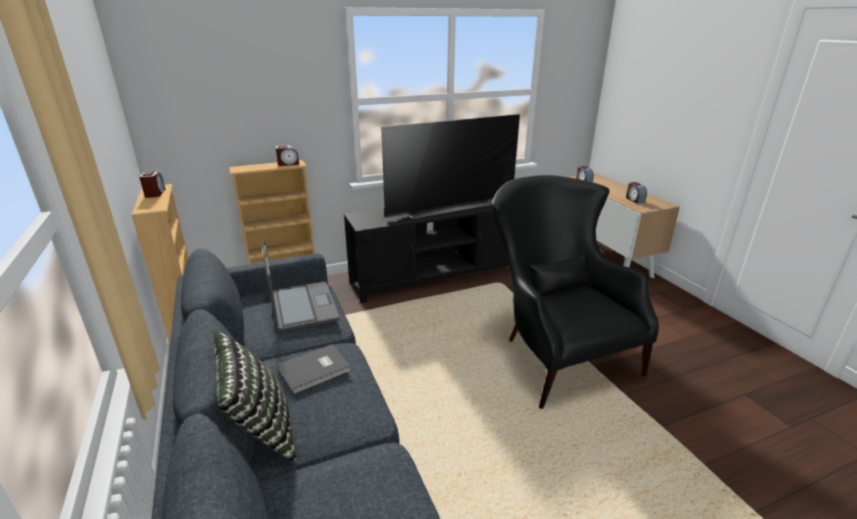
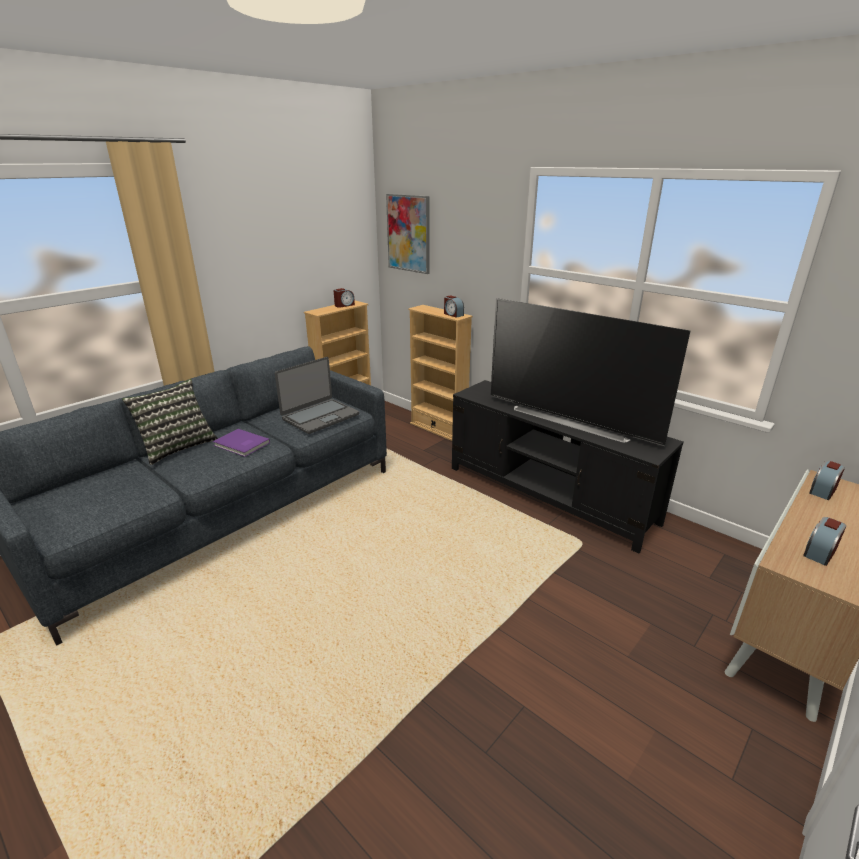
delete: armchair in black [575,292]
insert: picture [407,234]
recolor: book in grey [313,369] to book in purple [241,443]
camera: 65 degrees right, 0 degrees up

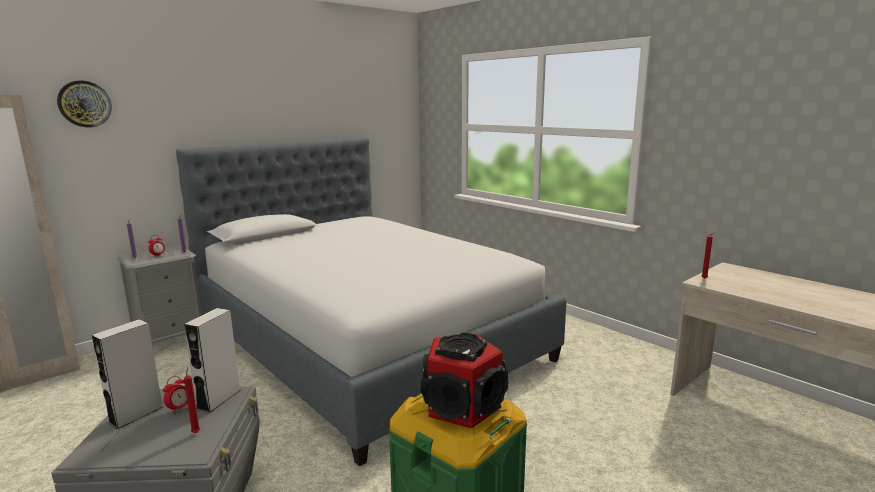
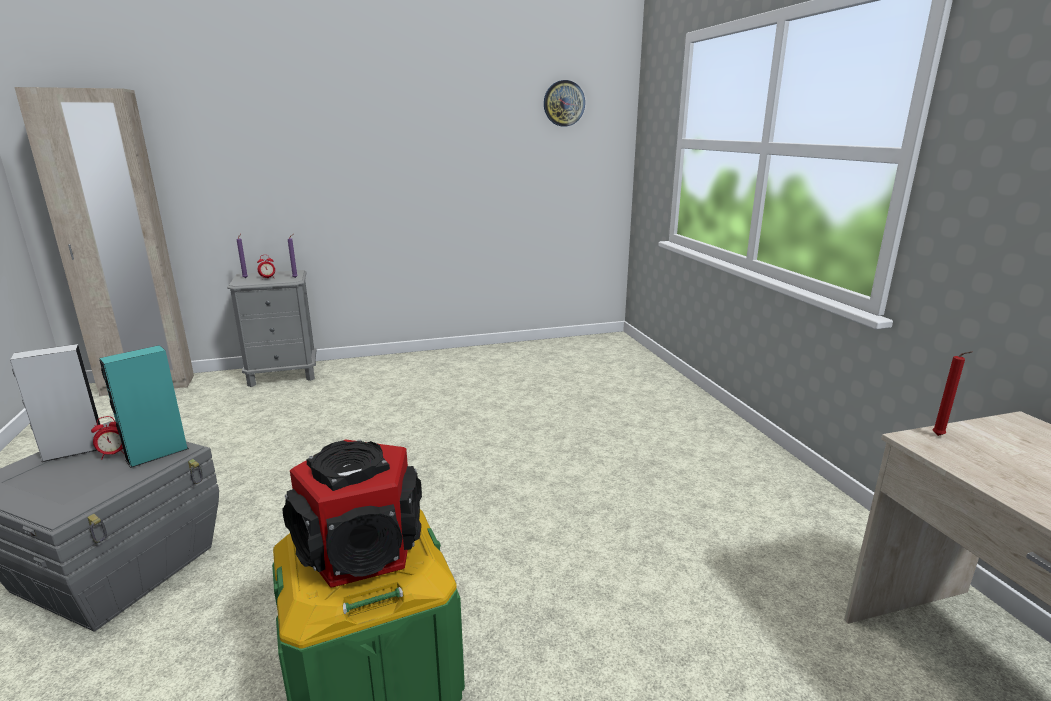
delete: bed [371,301]; candle in red [192,400]
move: wall clock [84,104] to [564,103]
recolor: speaker in grey [212,360] to speaker in turquoise [144,406]
camera: 25 degrees right, 5 degrees up

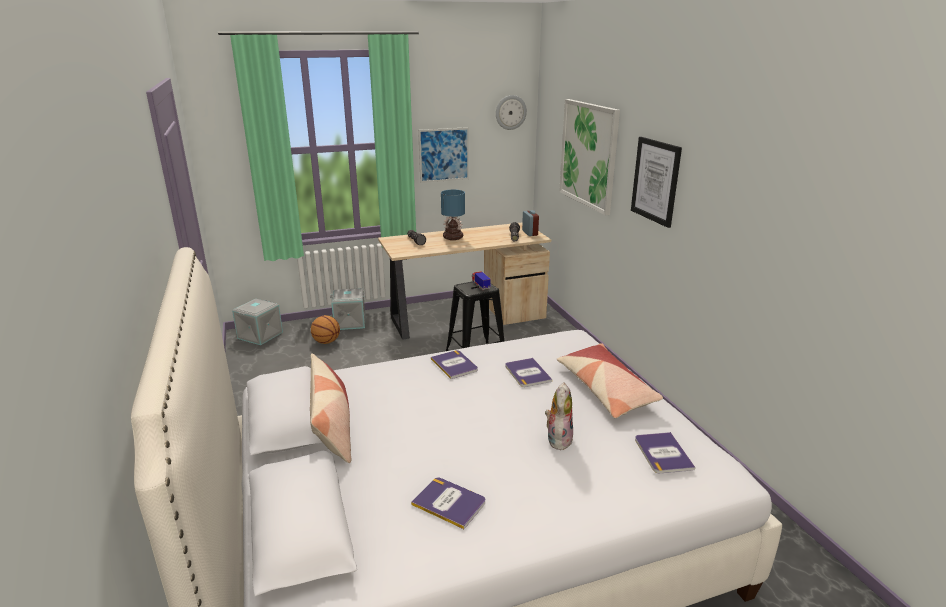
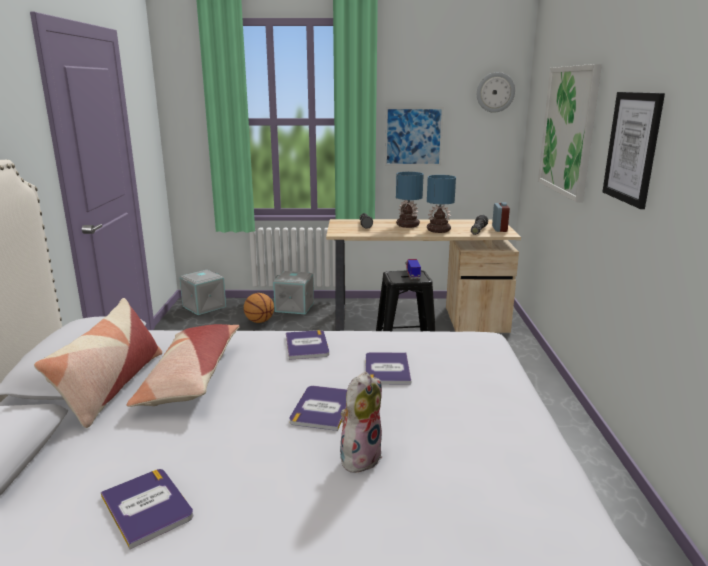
insert: table lamp [441,204]
move: pillow [610,380] to [183,365]; book [665,452] to [318,408]
camera: 20 degrees right, 5 degrees down

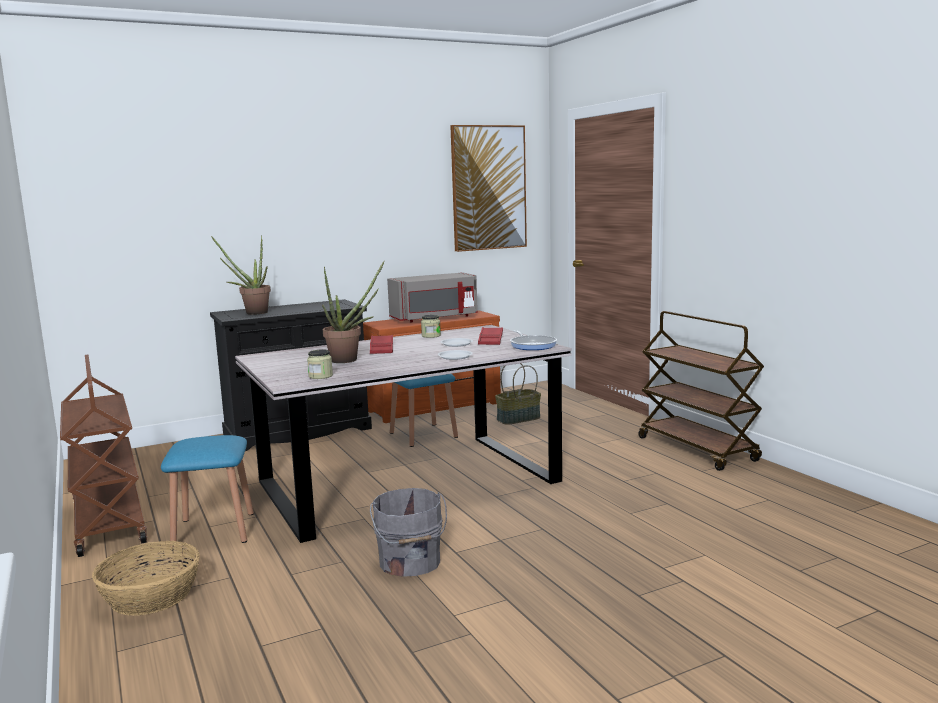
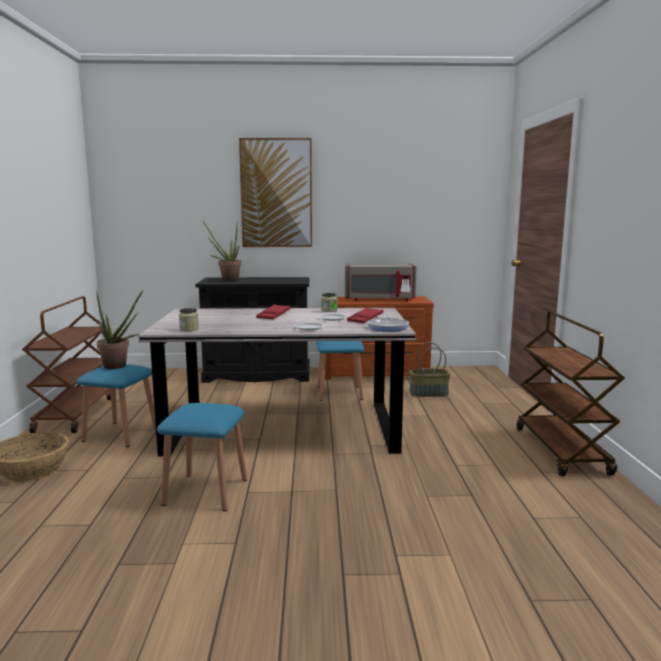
move: potted plant [353,312] to [119,329]; picture [488,188] to [275,192]
replace: bucket in grey [408,532] to stool in blue [202,457]
camera: 25 degrees right, 0 degrees up

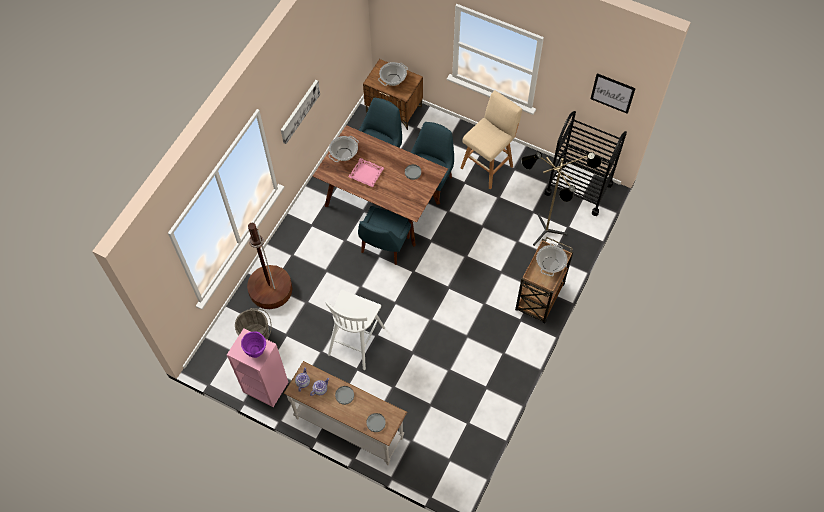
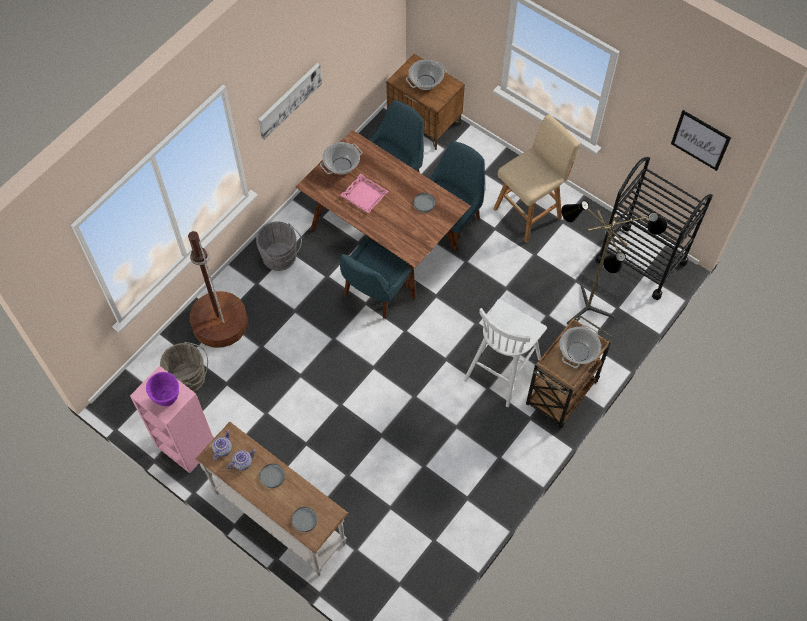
insert: bucket in grey [279,246]
move: stool in white [355,330] to [505,353]
camera: 10 degrees right, 0 degrees up

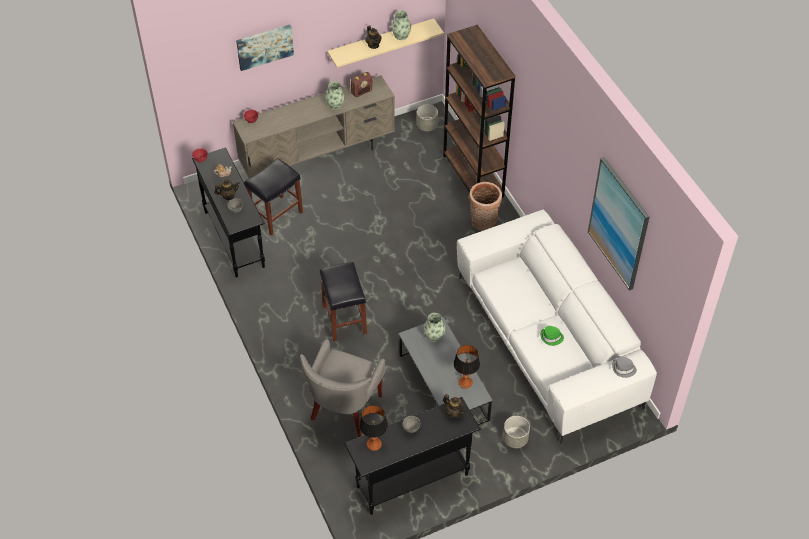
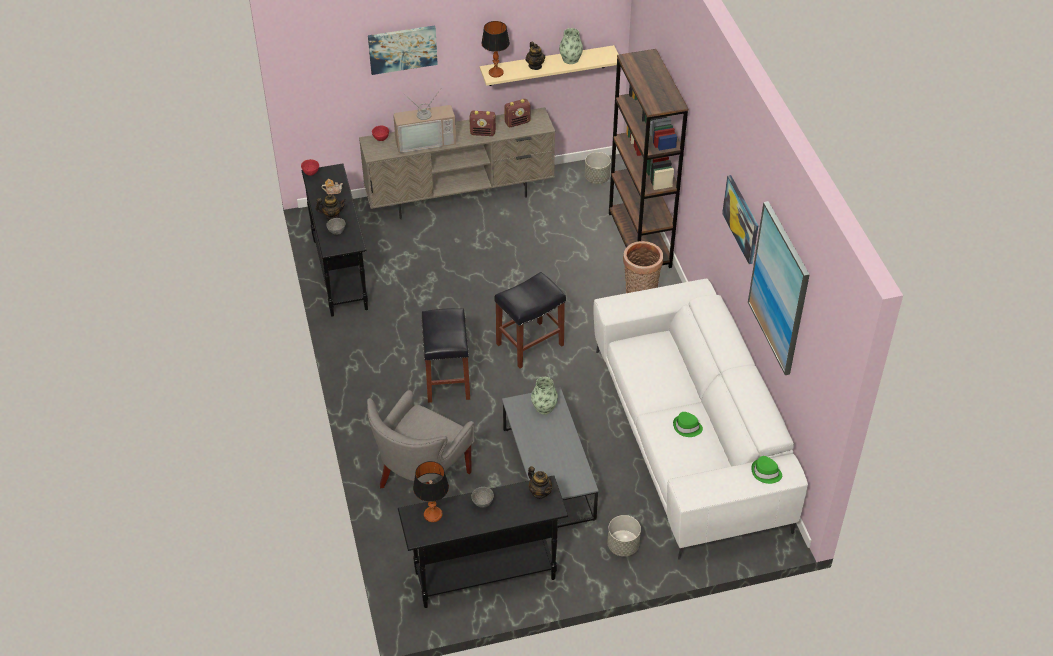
insert: television [424,121]; picture [740,219]
move: stool in black [273,197] to [530,320]; table lamp [466,367] to [495,49]
replace: vase [335,95] to radio [482,123]
recolor: hat in grey [624,367] to hat in green [766,470]
camera: 10 degrees right, 5 degrees down

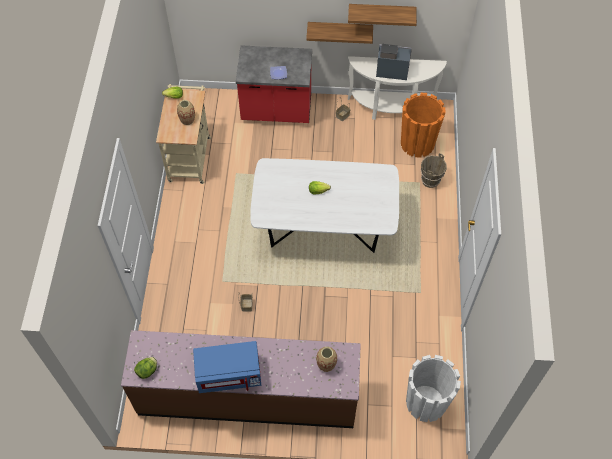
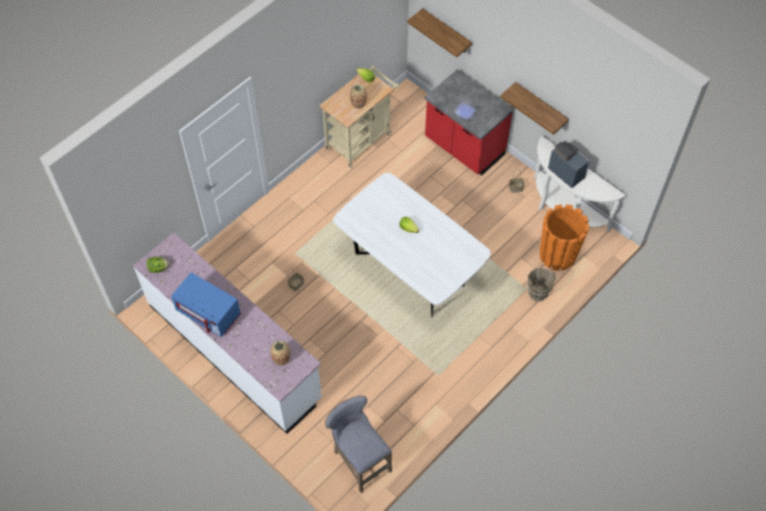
move: shelf [382,15] to [439,32]
replace: planter in white [433,388] to stool in grey [358,444]
recolor: counter in brown [241,379] to counter in white [227,333]
camera: 40 degrees right, 0 degrees up

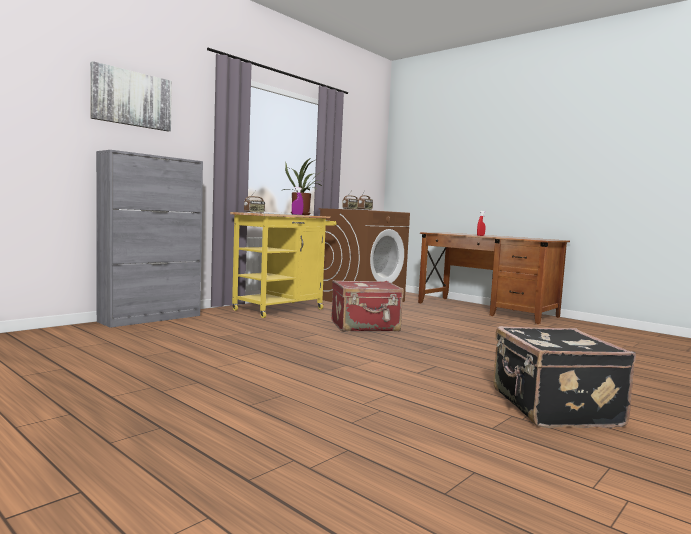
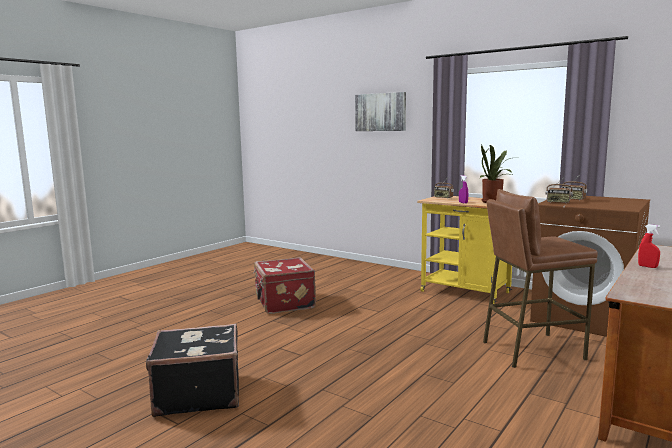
delete: cabinet in grey [149,239]
insert: stool in brown [540,278]
move: suitcase in red [368,306] to [285,285]
camera: 85 degrees right, 5 degrees up

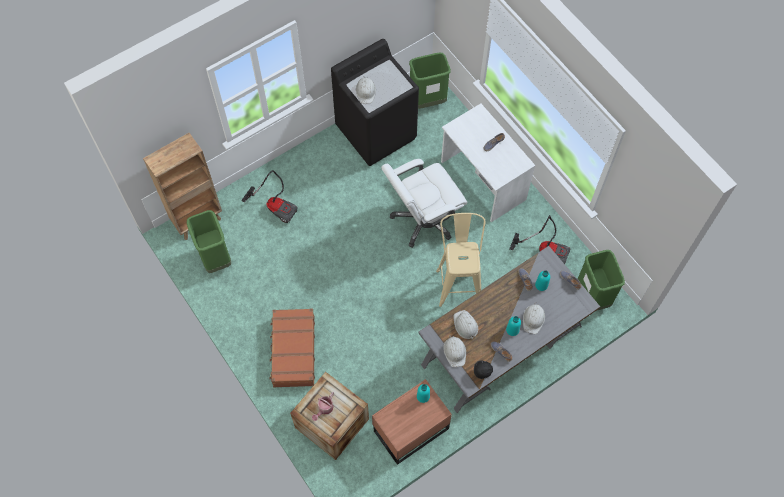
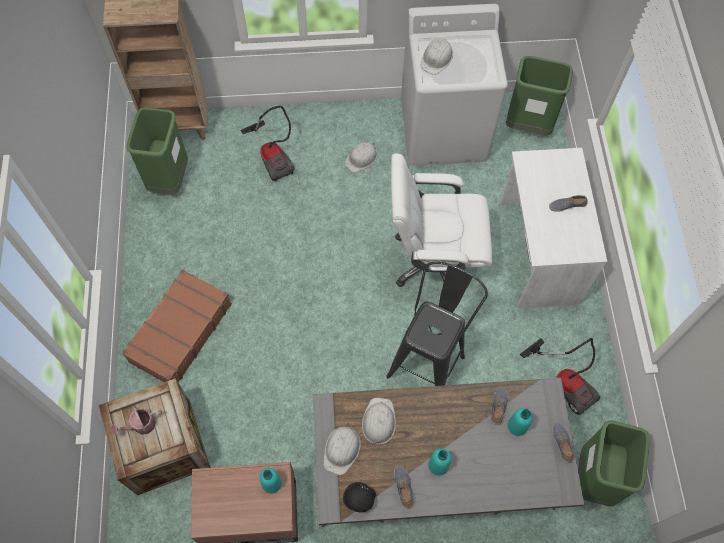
move: hard hat in white [534,318] to [360,157]
recolor: washing machine in black [375,102] to washing machine in white [454,85]; stool in beige [461,260] to stool in black [437,324]
camera: 30 degrees right, 0 degrees up

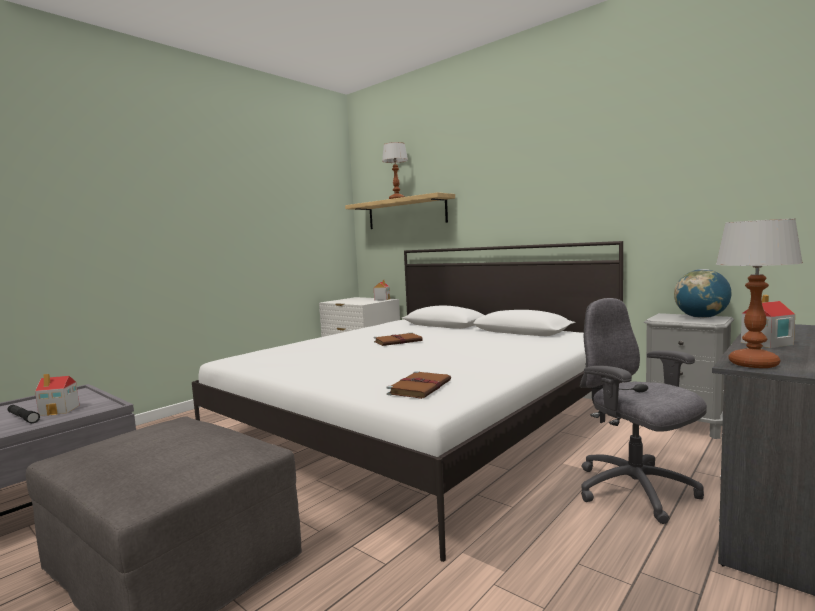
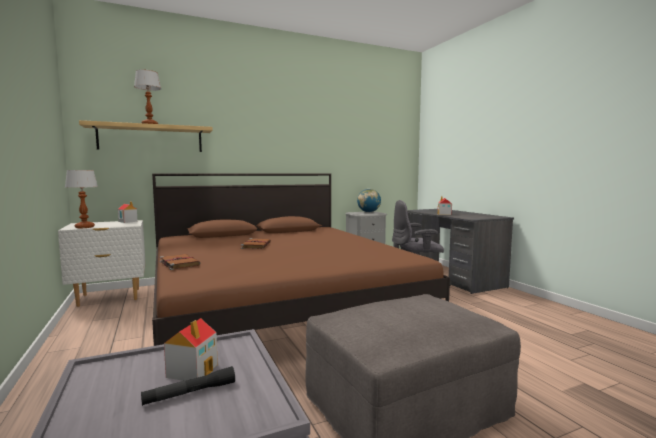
move: book in brown [419,385] to [180,262]; table lamp [759,293] to [81,199]
recolor: bed in white [407,401] to bed in brown [301,259]
camera: 65 degrees left, 0 degrees up

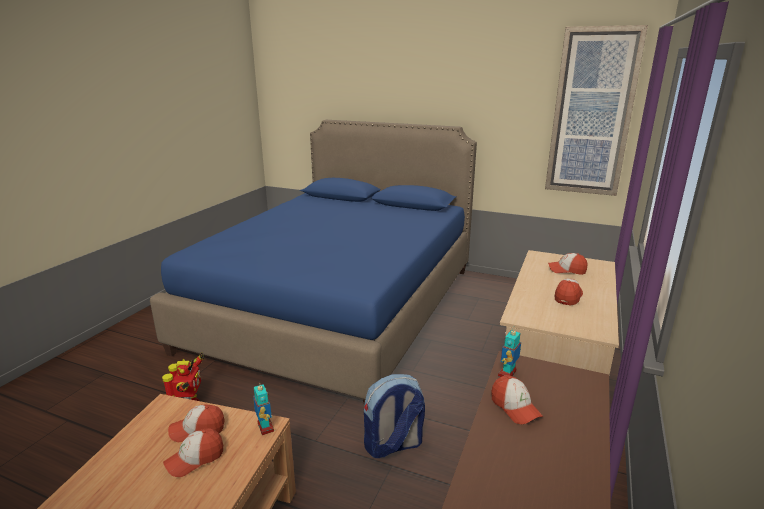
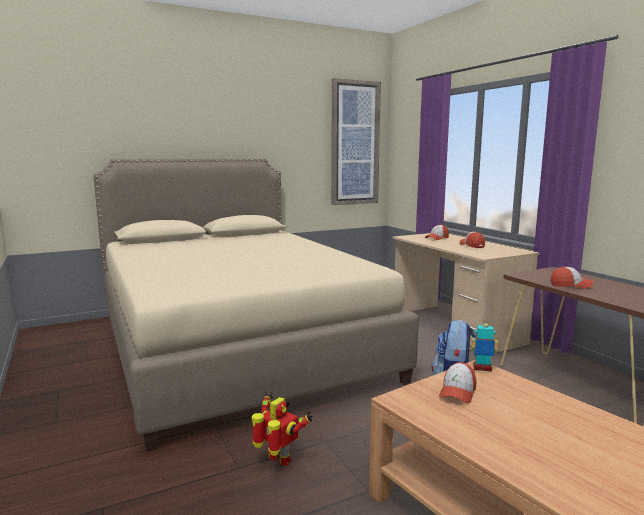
delete: cap [193,452]; toy robot [509,351]
recolor: bed in blue [313,262] to bed in beige [256,305]
camera: 50 degrees left, 10 degrees down

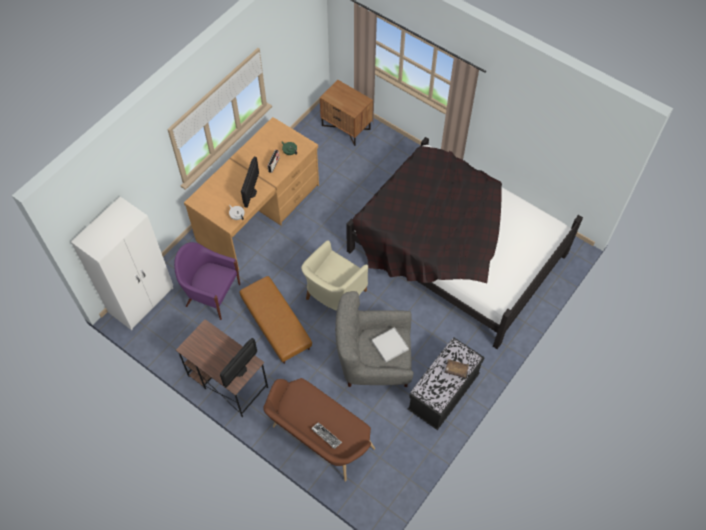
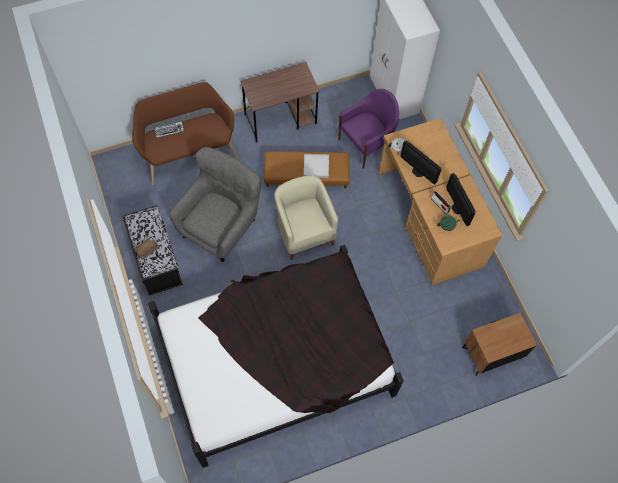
move: monitor [238,363] to [461,199]; tray in white [390,344] to [316,166]
camera: 120 degrees right, 5 degrees up

